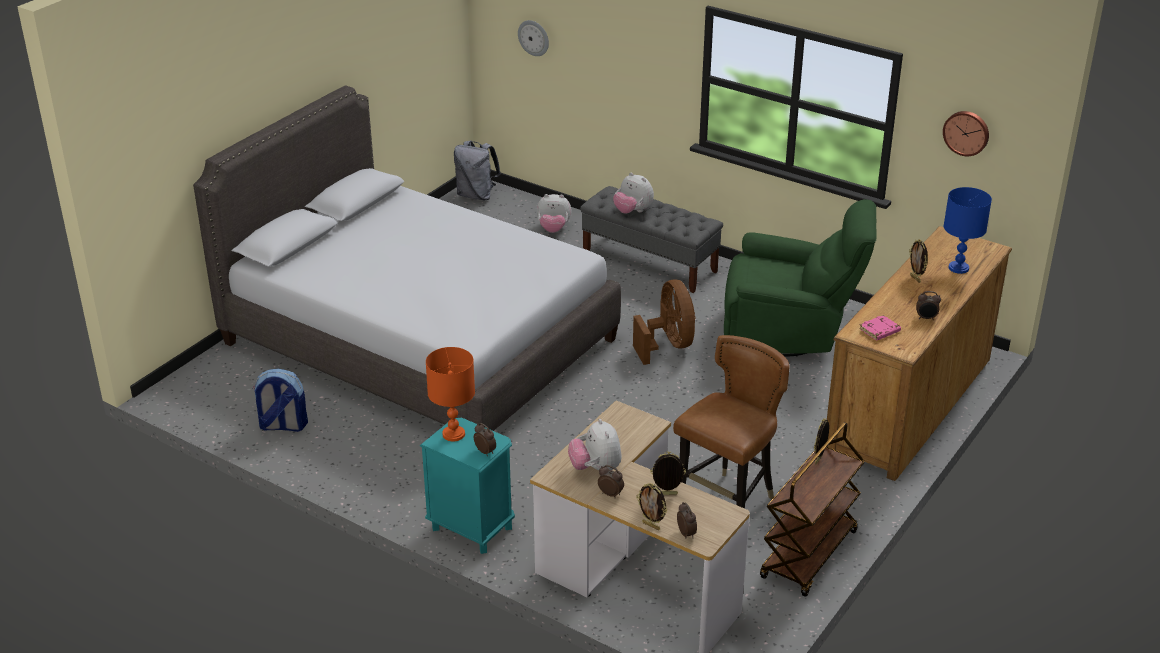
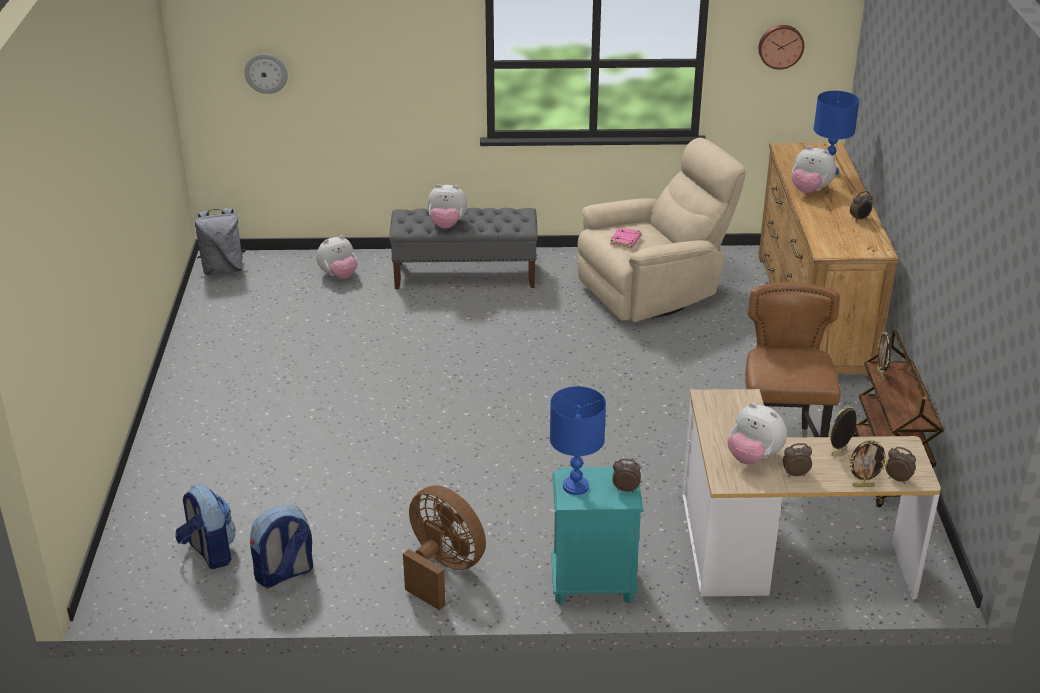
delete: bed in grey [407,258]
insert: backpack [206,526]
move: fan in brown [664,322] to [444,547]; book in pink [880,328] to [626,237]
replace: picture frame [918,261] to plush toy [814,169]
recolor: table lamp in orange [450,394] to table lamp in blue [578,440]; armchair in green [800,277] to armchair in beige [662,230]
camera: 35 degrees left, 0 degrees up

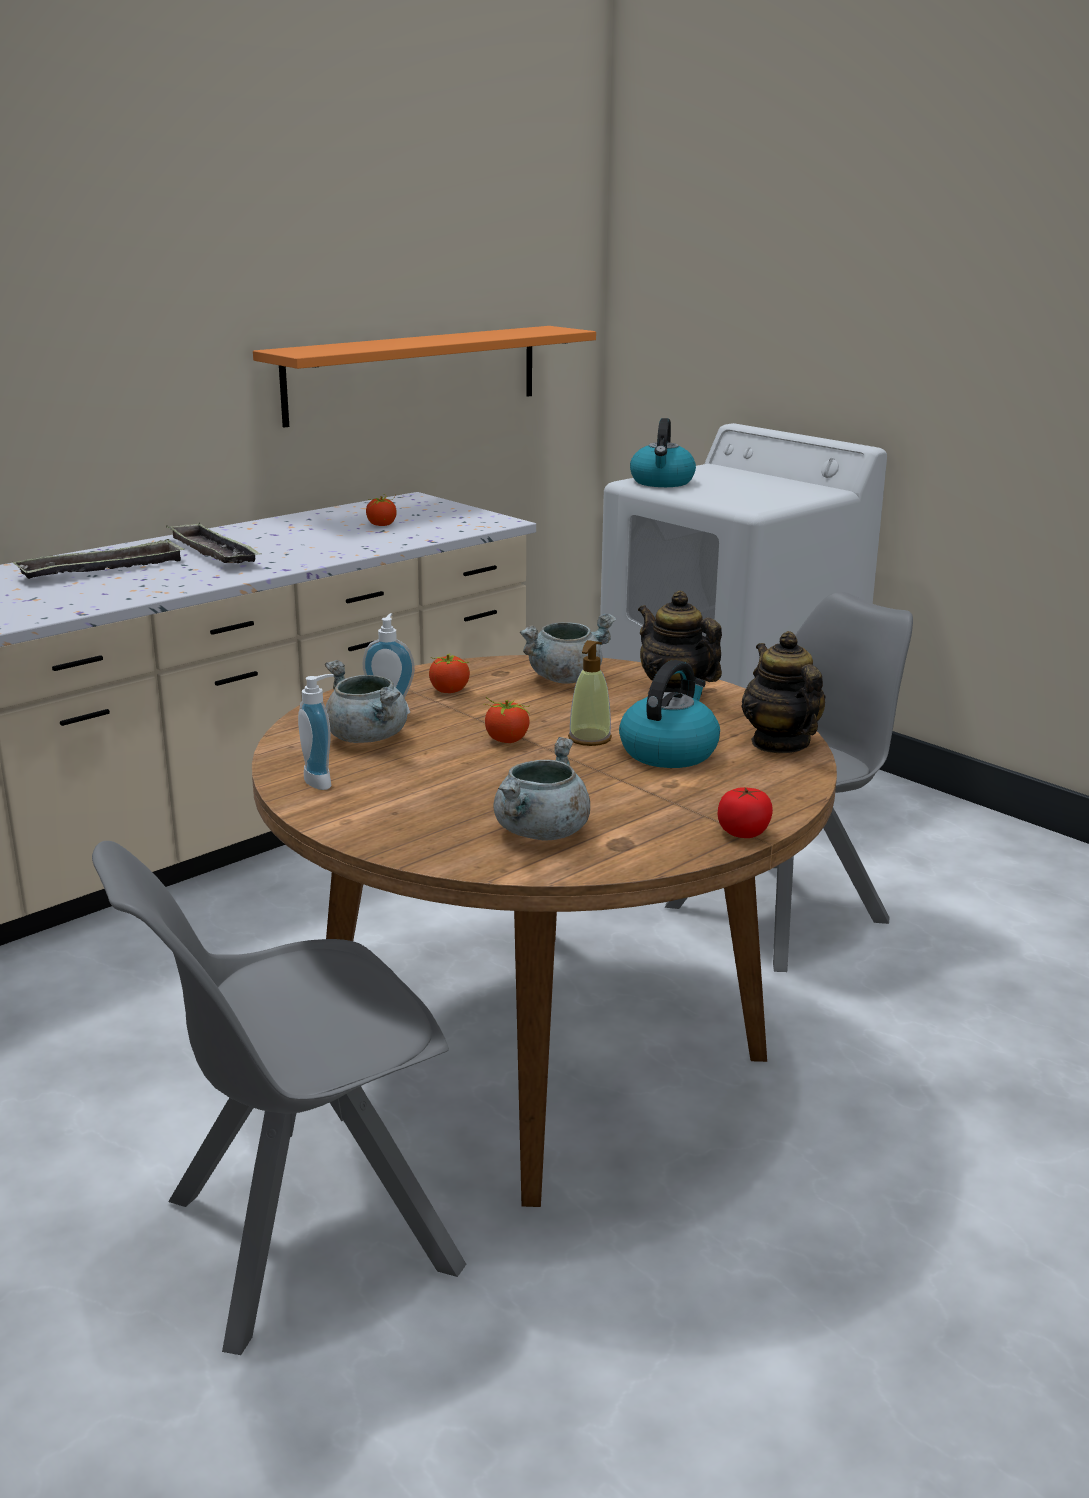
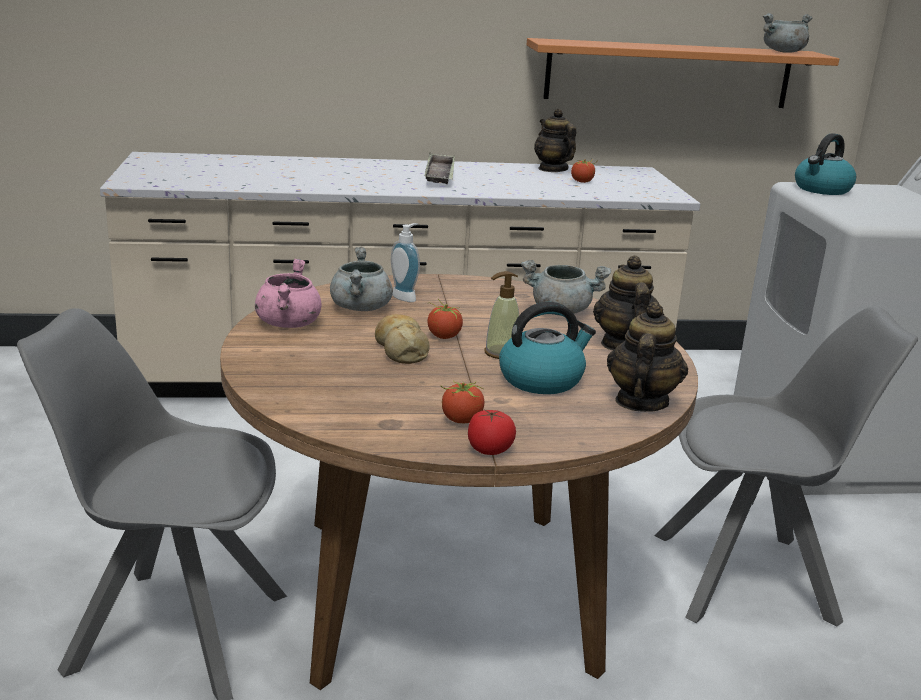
delete: tray [98,559]
insert: bread [402,339]; teapot [555,140]
move: tomato [449,673] to [462,402]; cooking pot in grey [541,789] to [787,33]
replace: soap dispenser [316,732] to cooking pot in pink [288,293]
camera: 35 degrees right, 0 degrees up

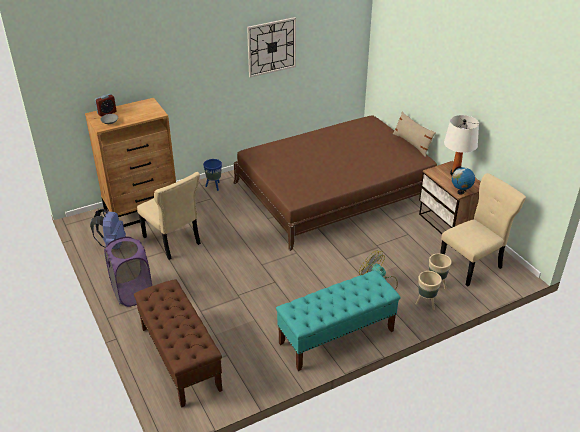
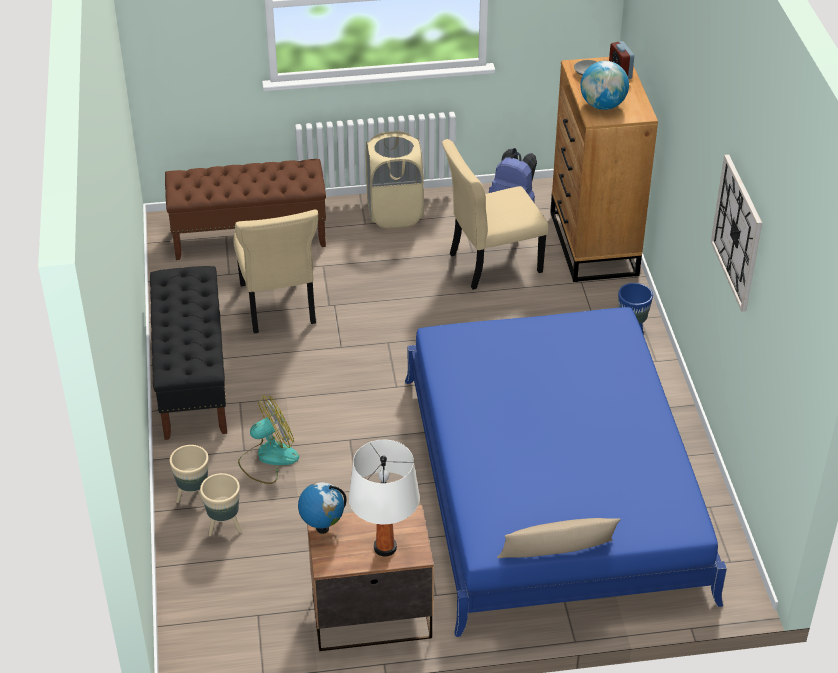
insert: globe [604,85]
move: chair in beige [483,230] to [275,272]
recolor: laundry basket in purple [128,272] to laundry basket in beige [395,179]; bed in brown [335,183] to bed in blue [566,472]; bench in turquoise [338,320] to bench in black [188,353]
camera: 110 degrees right, 5 degrees up

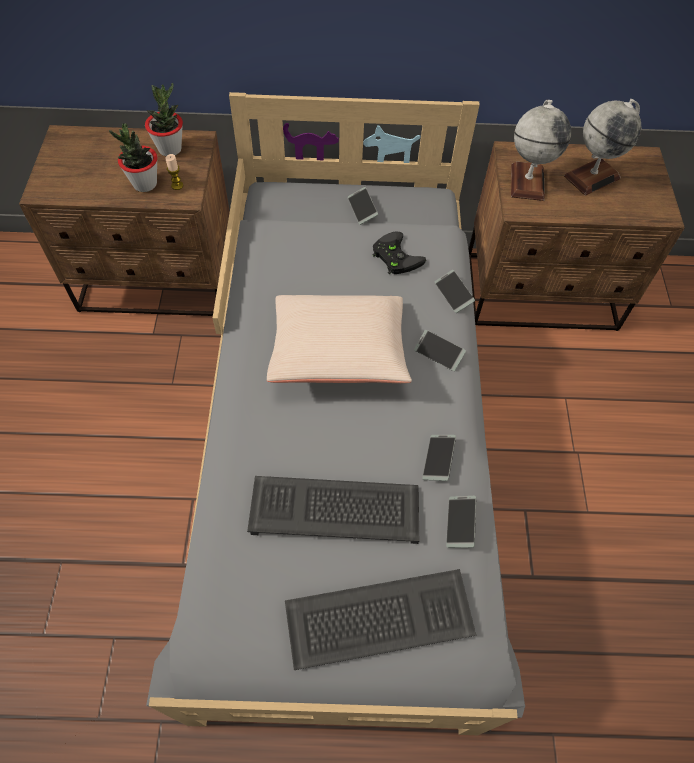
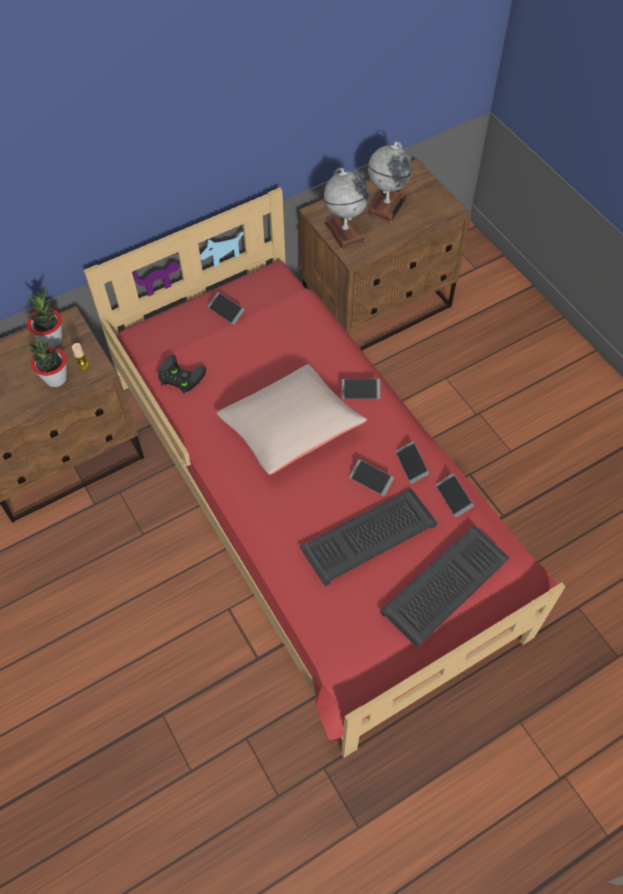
move: game controller in black [399,252] to [182,374]; phone [455,291] to [371,477]
recolor: bed in grey [335,413] to bed in red [324,472]
camera: 30 degrees left, 0 degrees up

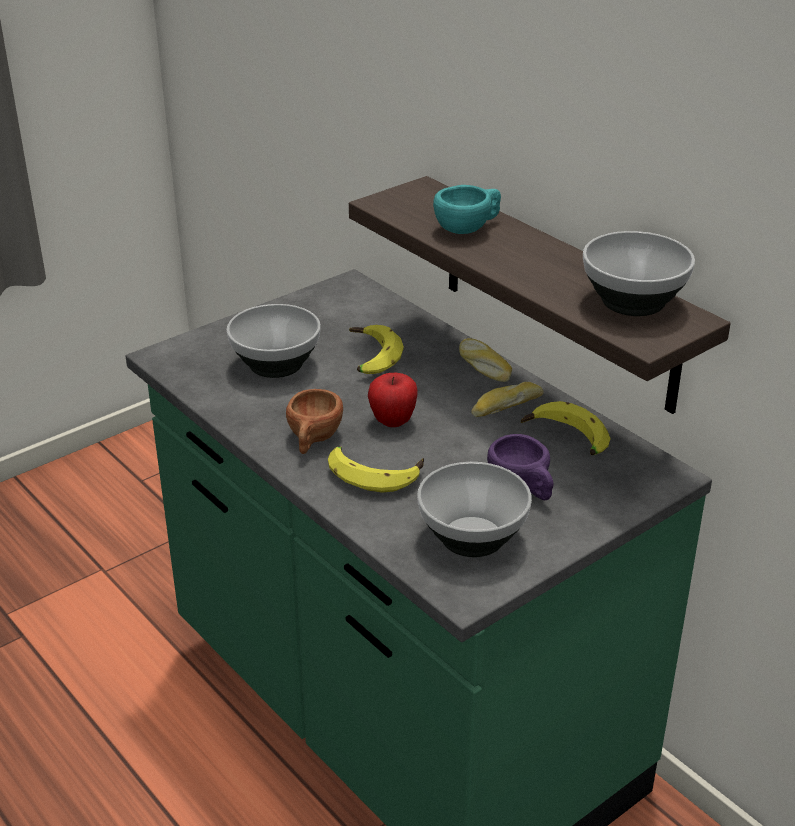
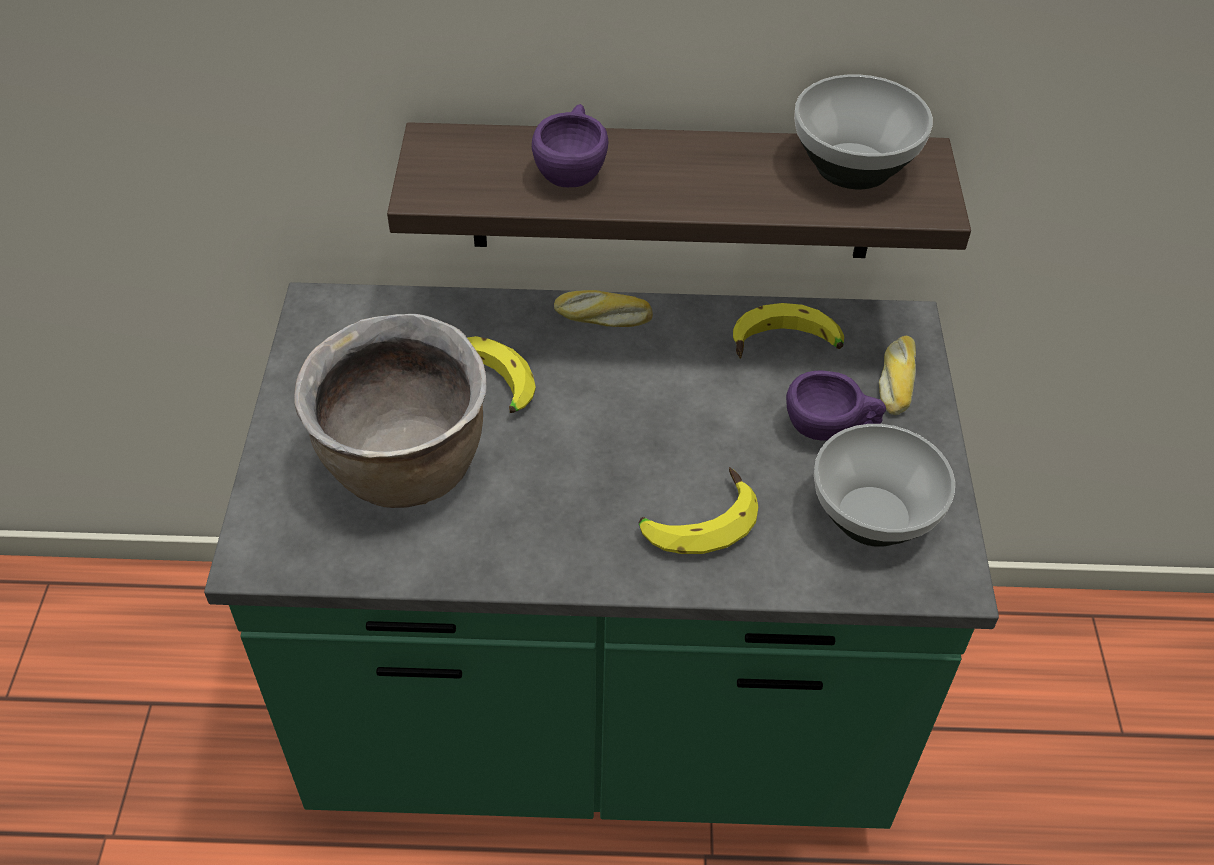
delete: cup in brown [314,421]; apple [393,400]
move: bread [507,399] to [897,375]
replace: bowl [273,341] to cooking pot in brown [390,411]
recolor: cup in turquoise [467,209] to cup in purple [570,145]
camera: 50 degrees left, 15 degrees up

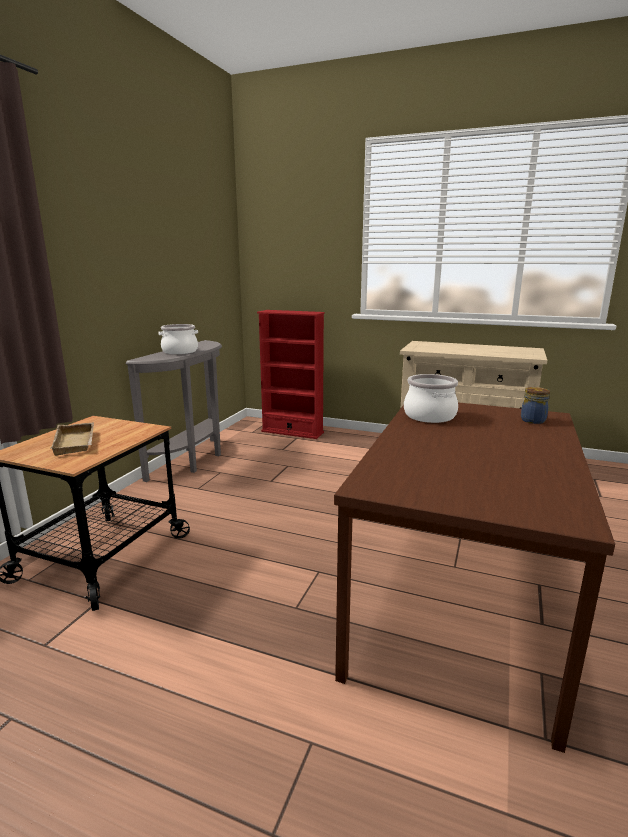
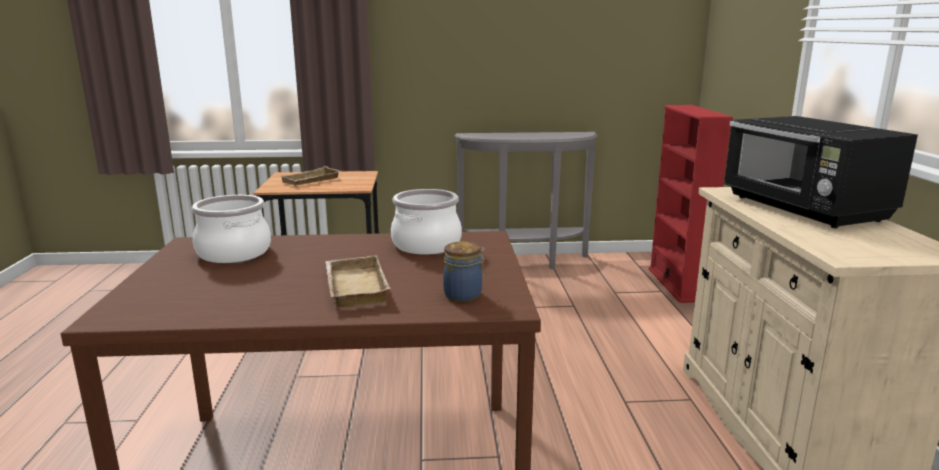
insert: tray in beige [357,281]; microwave in black [820,172]
move: cooking pot [178,339] to [231,229]
camera: 65 degrees right, 0 degrees up

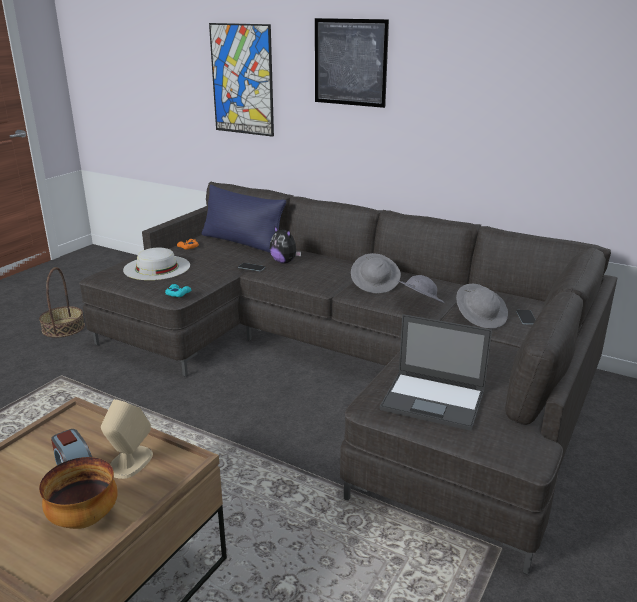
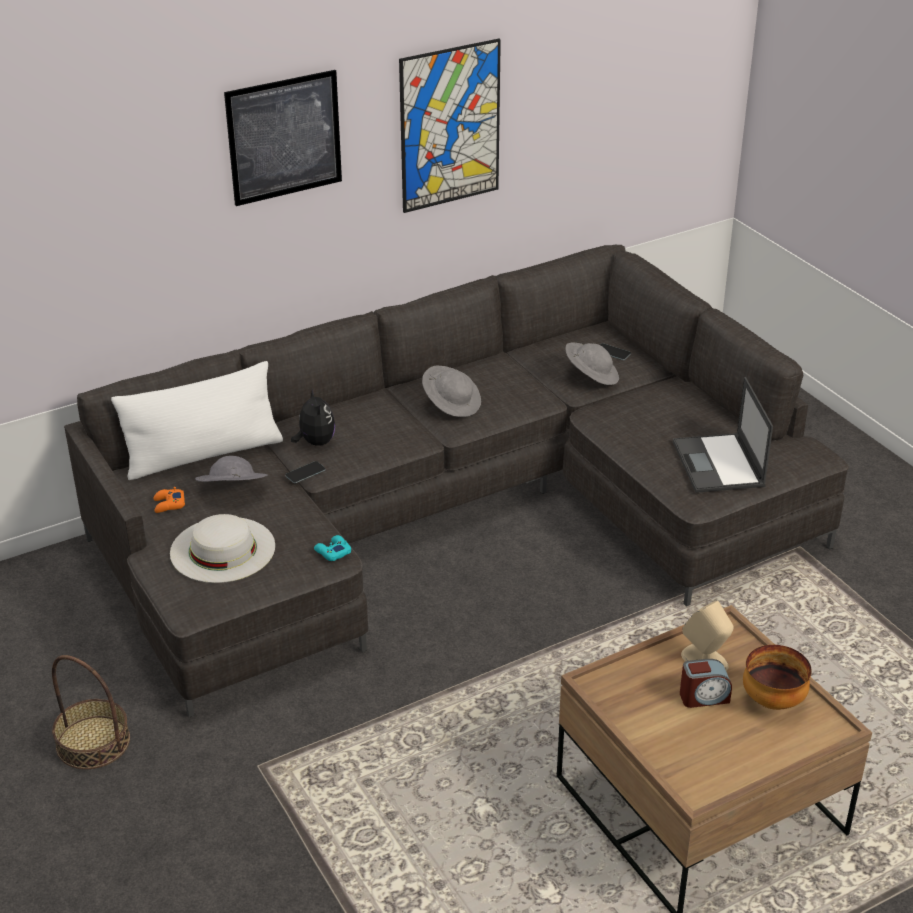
move: picture [241,80] to [450,126]; hat in grey [420,289] to [231,469]
recolor: pillow in blue [244,219] to pillow in white [197,420]
rotate: plush toy [285,245] = [313,417] 90 degrees counterclockwise; laptop [436,372] = [723,435] 120 degrees clockwise
camera: 60 degrees left, 10 degrees up

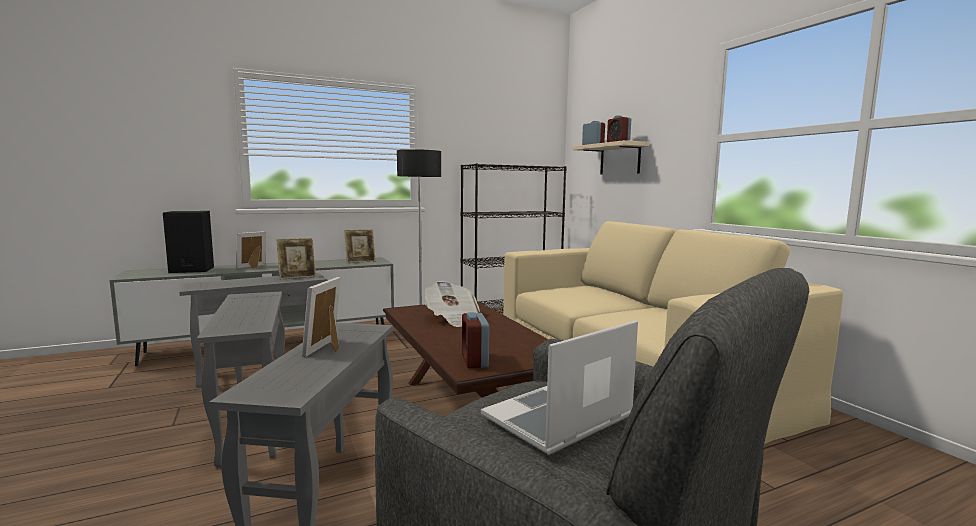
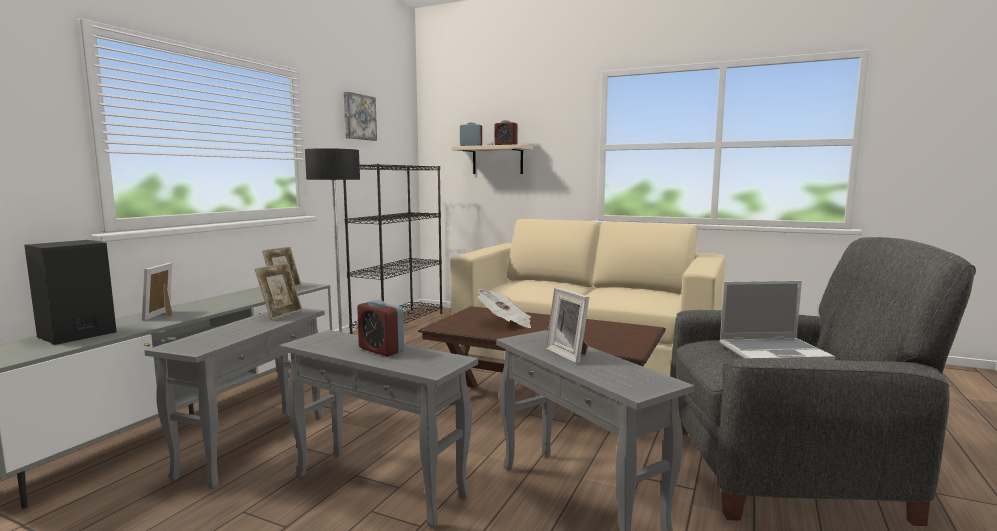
insert: picture [360,116]
move: alarm clock [475,340] to [380,328]
rotate: laptop [559,387] = [777,320] 105 degrees counterclockwise
camera: 40 degrees left, 0 degrees up

